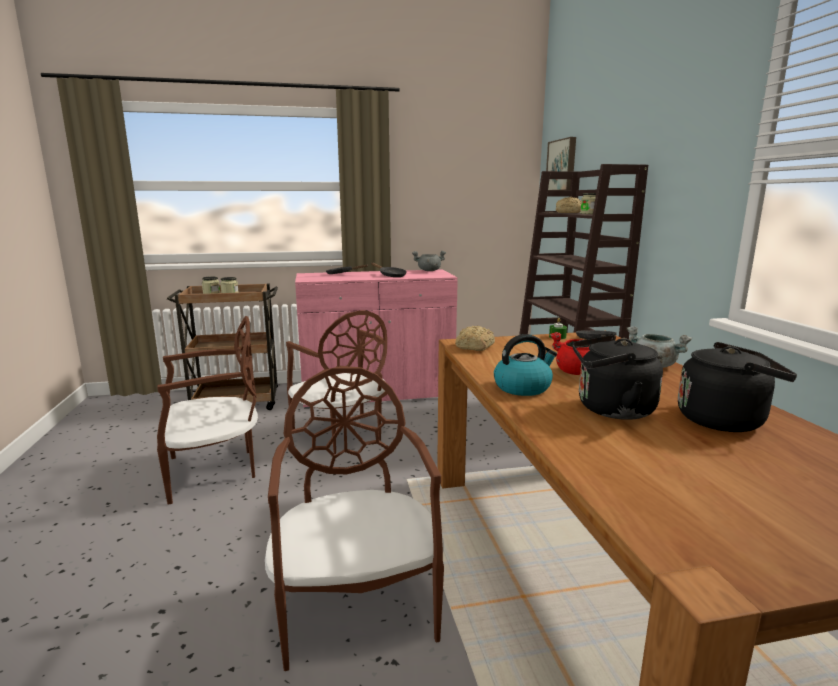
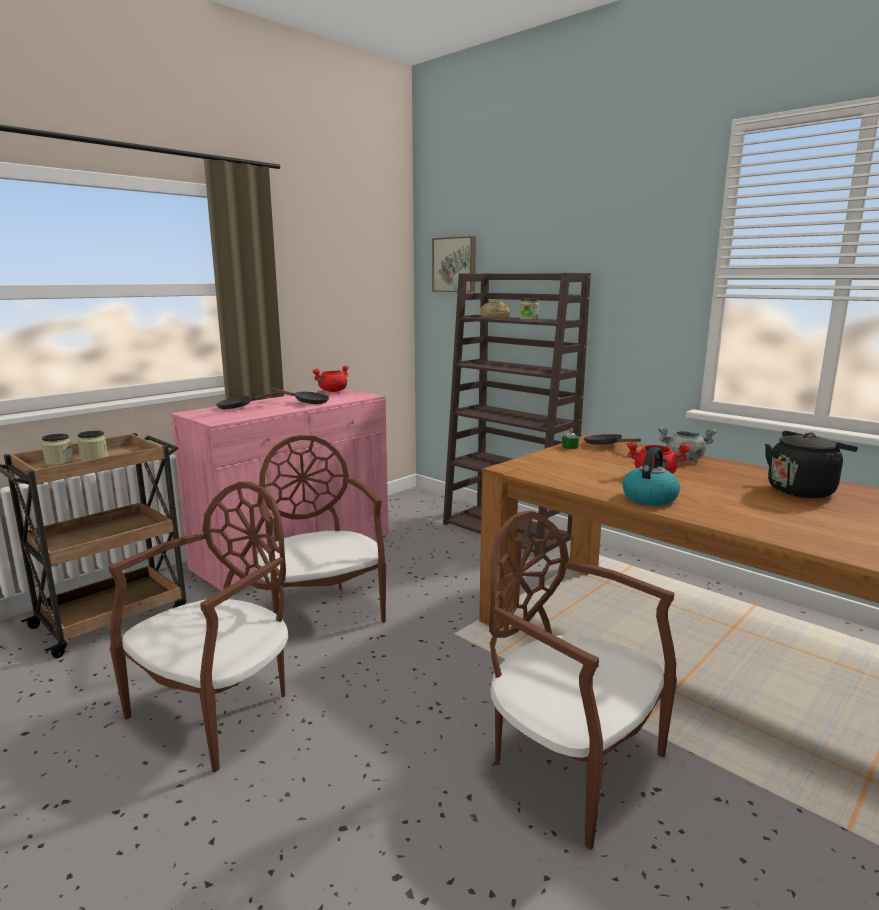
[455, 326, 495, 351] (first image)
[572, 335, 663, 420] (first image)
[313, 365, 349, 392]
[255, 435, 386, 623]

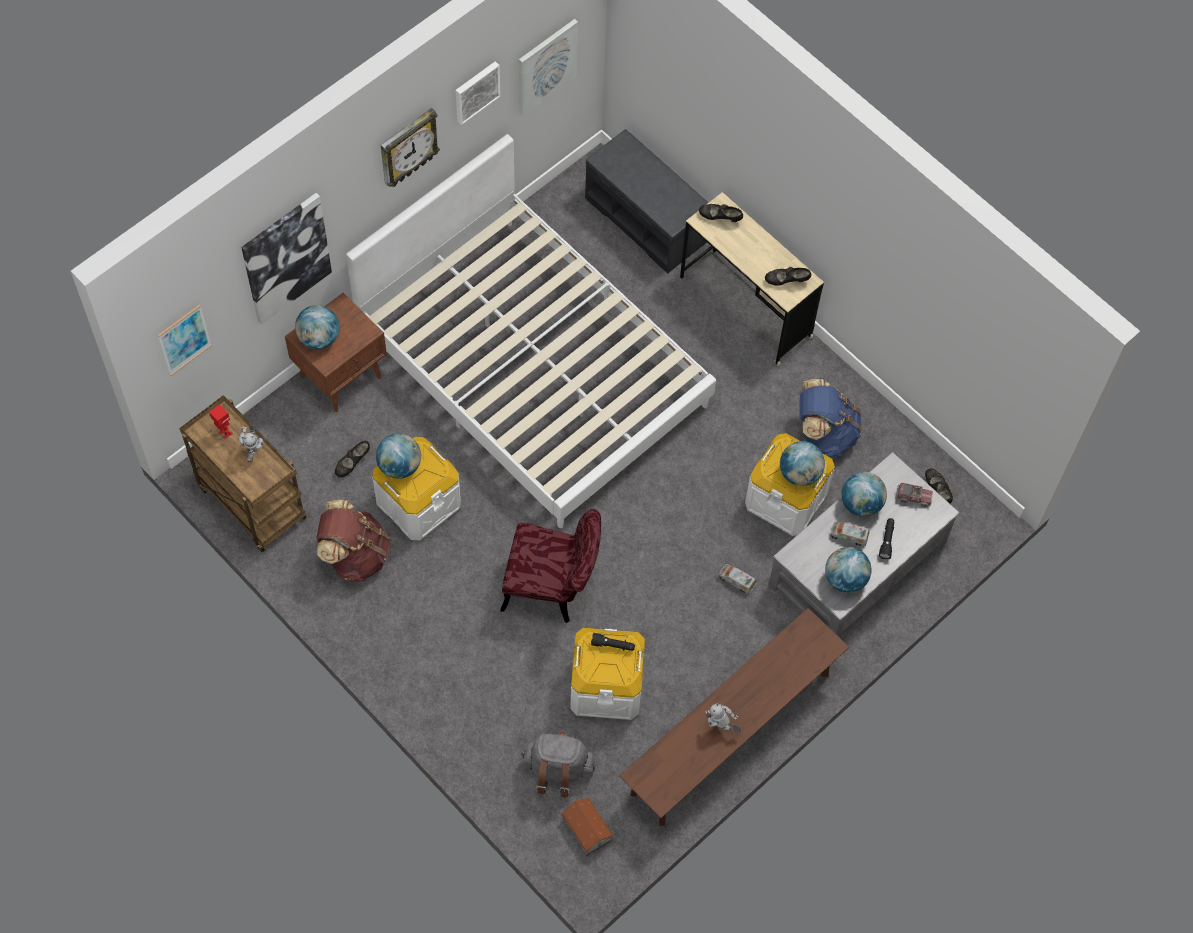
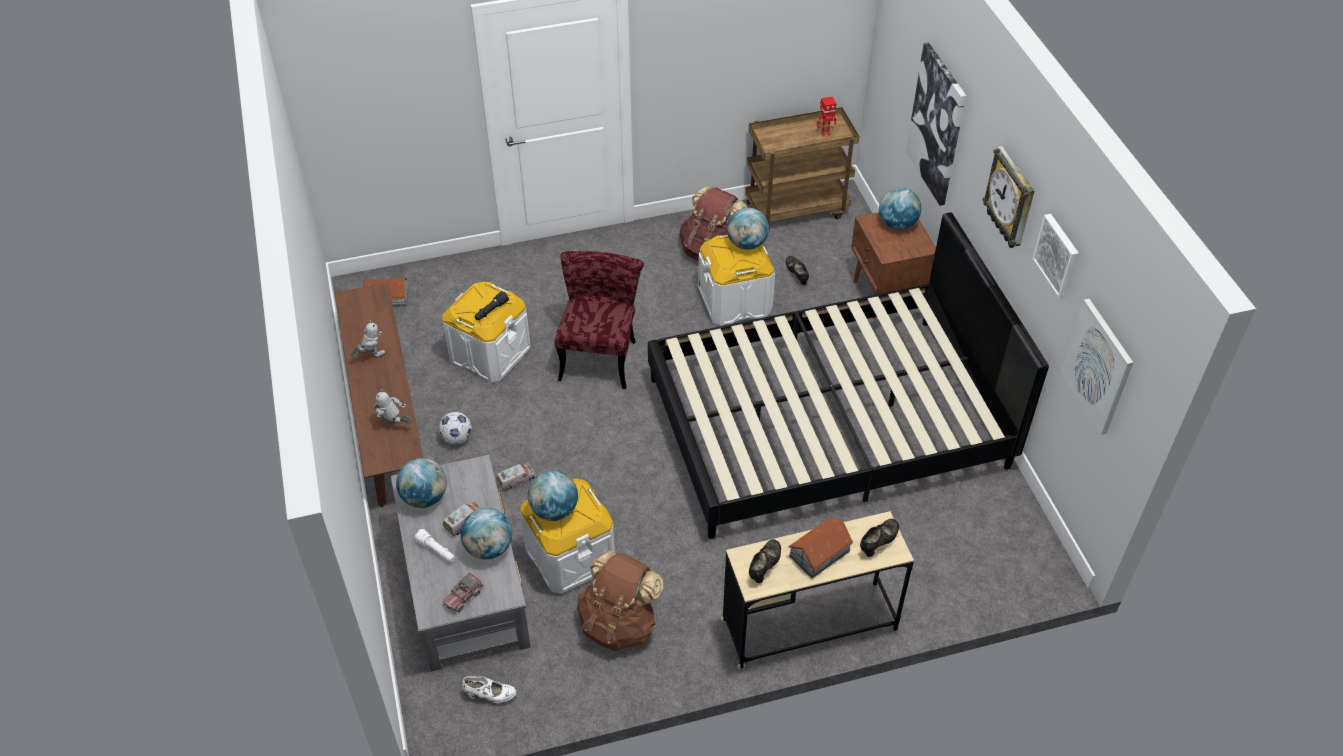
[158, 304, 212, 376] (first image)
[521, 730, 595, 798] (first image)
[585, 129, 709, 274] (first image)
[439, 412, 472, 445]
[788, 519, 854, 578]
[375, 389, 412, 423]
[648, 212, 1049, 539]
[577, 550, 663, 651]
[415, 529, 454, 562]
[462, 676, 516, 703]
[555, 251, 644, 389]

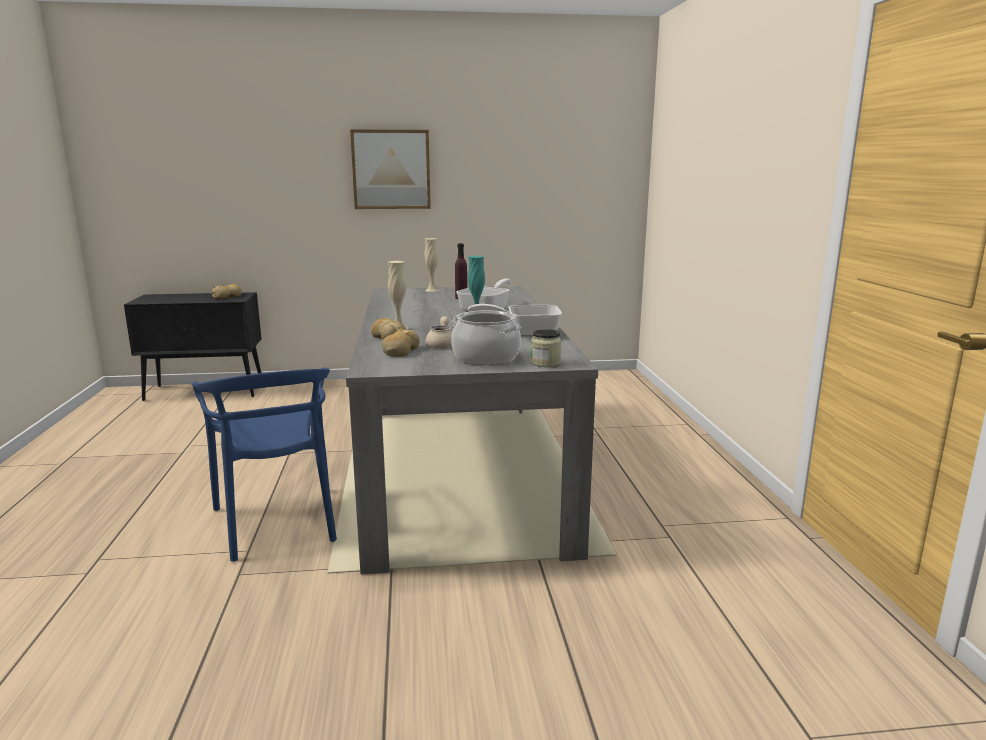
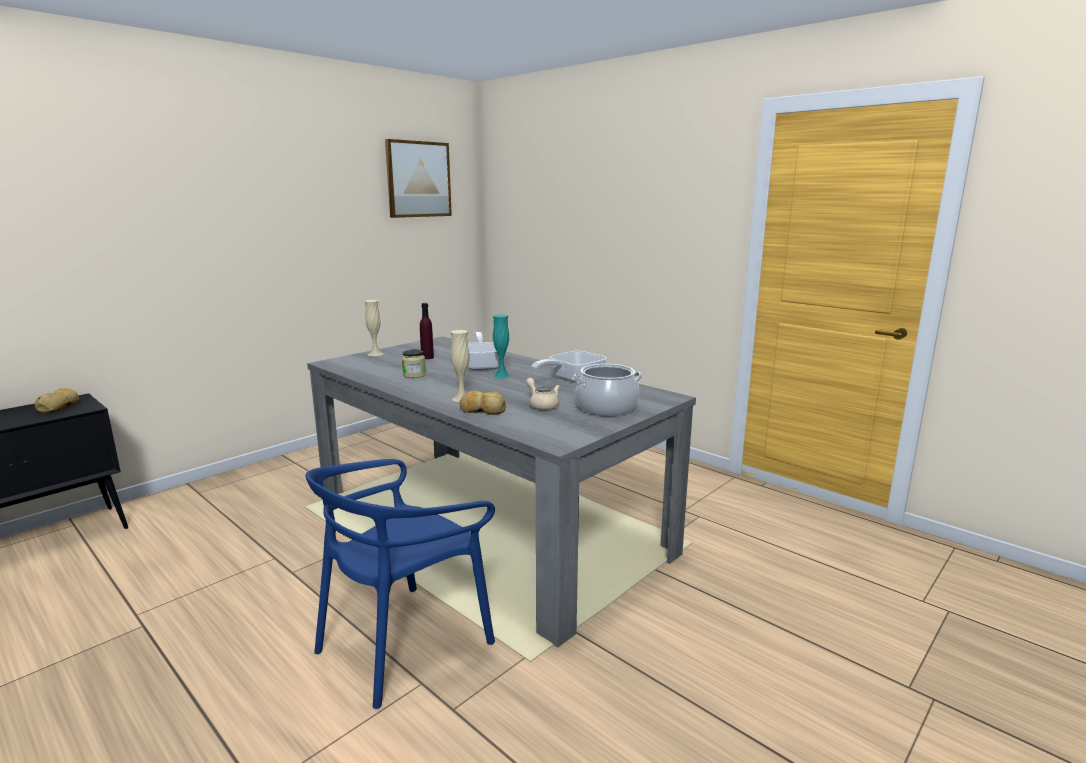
[382, 328, 420, 357] (first image)
[385, 139, 452, 218]
[402, 349, 426, 378]
[305, 459, 495, 709]

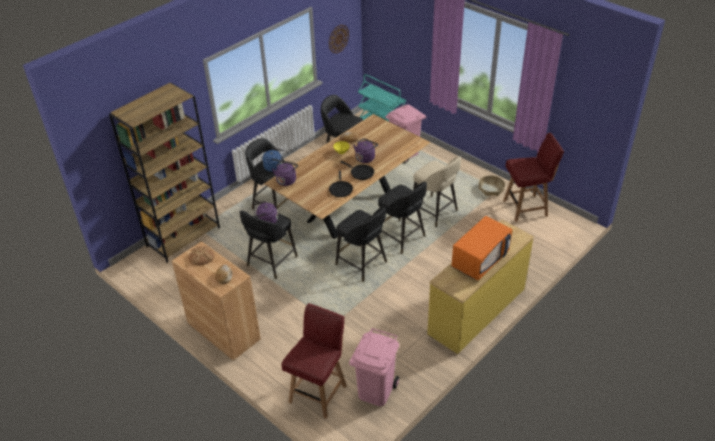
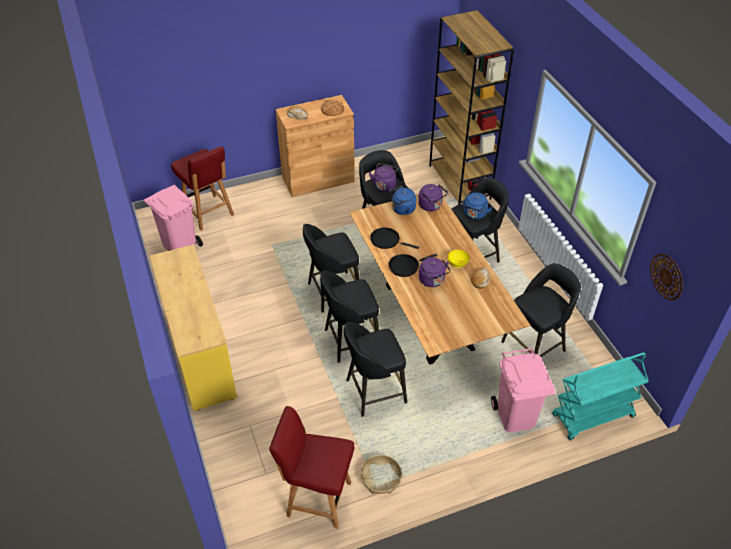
[451, 216, 512, 281] (first image)
[389, 186, 416, 215]
[344, 322, 407, 417]
[269, 406, 354, 529]

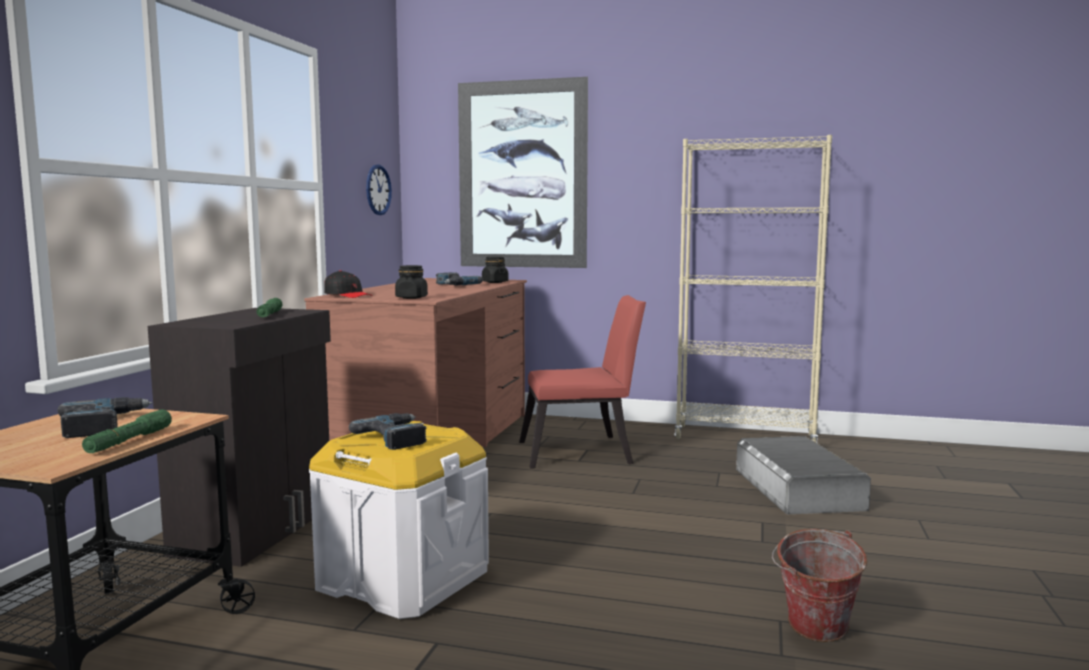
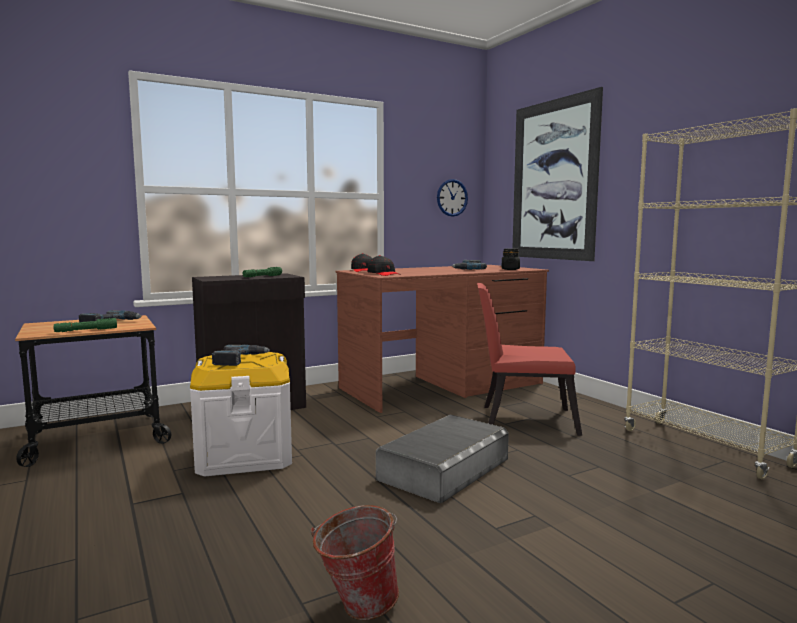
[376, 415, 509, 503]
[368, 255, 401, 276]
[477, 283, 582, 436]

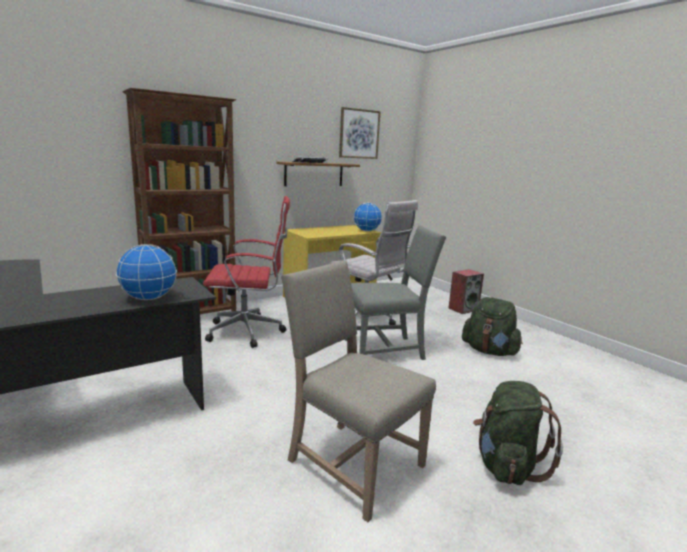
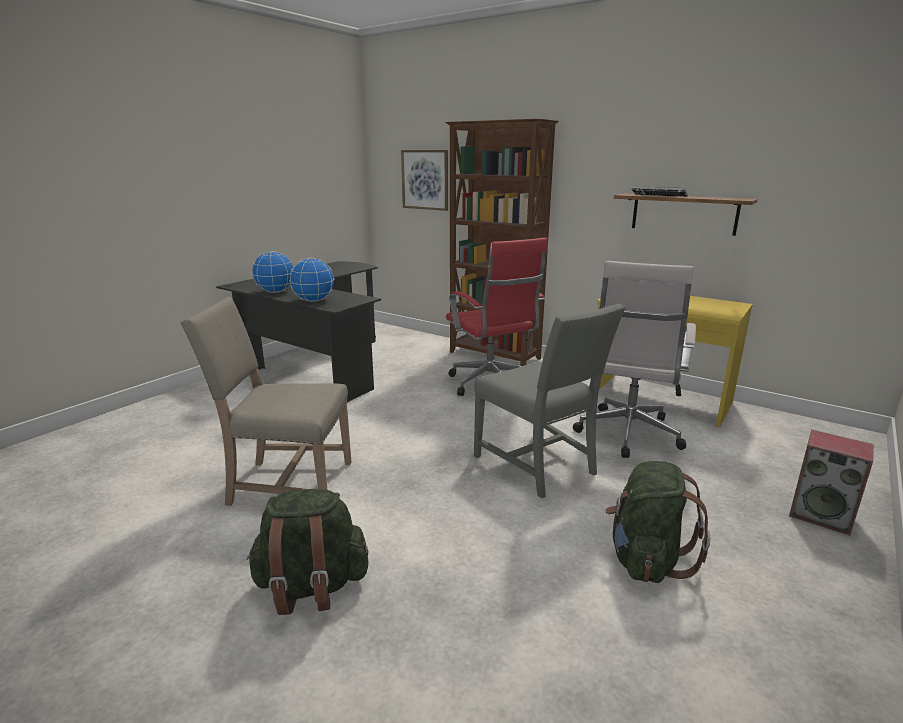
[401, 150, 448, 211]
[252, 251, 294, 293]
[181, 297, 352, 506]

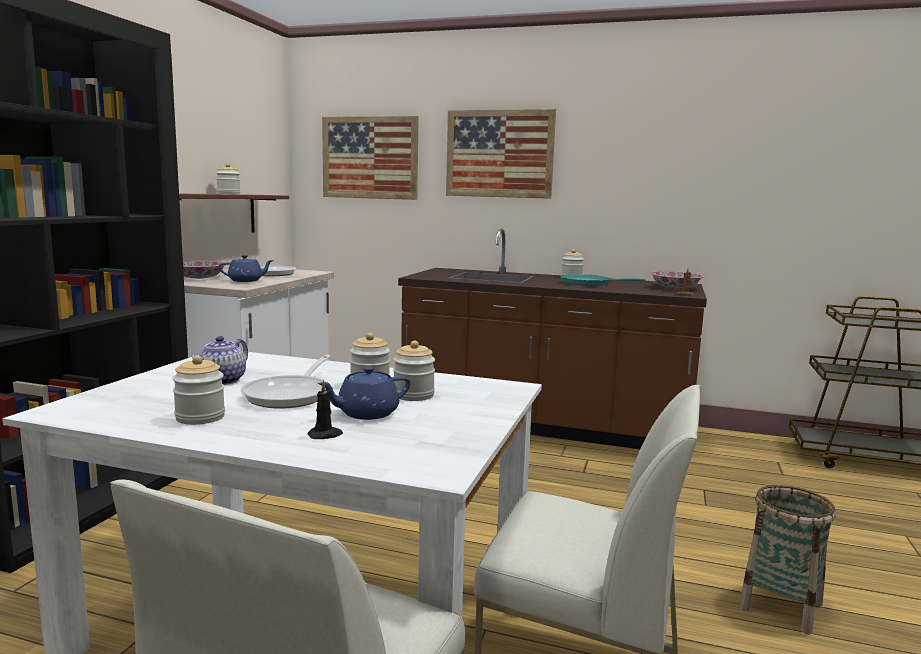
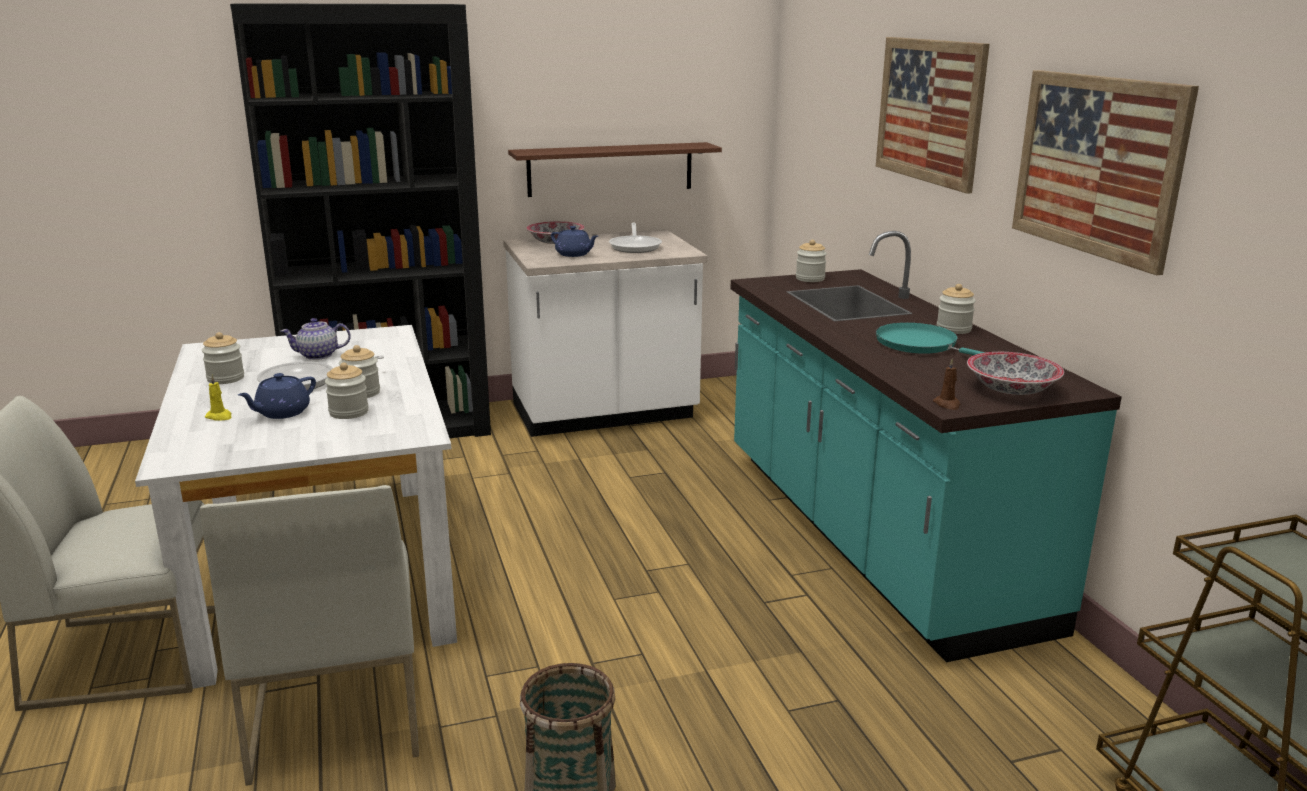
[796, 240, 827, 282]
[1012, 70, 1199, 275]
[205, 375, 231, 420]
[730, 231, 1122, 662]
[238, 373, 316, 419]

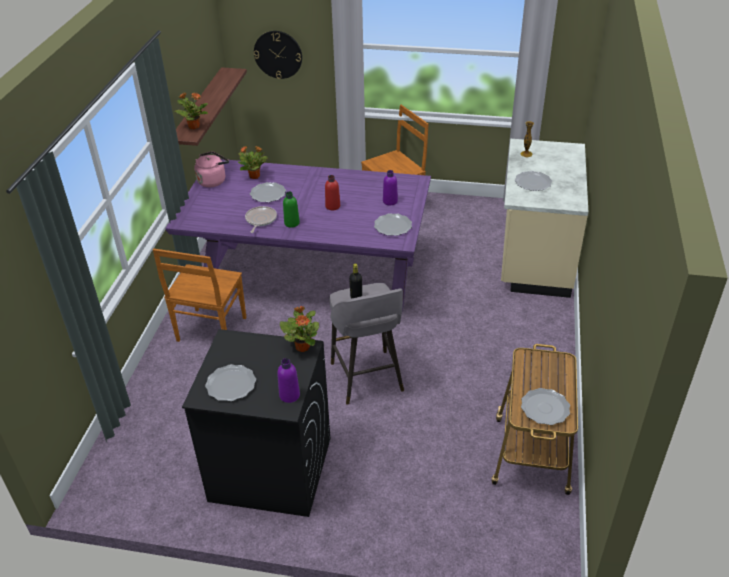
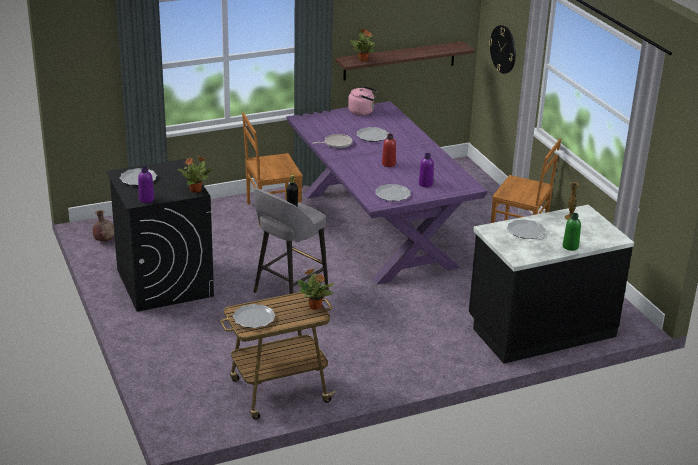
[93, 210, 114, 242]
[298, 268, 334, 310]
[563, 213, 581, 251]
[469, 205, 634, 364]

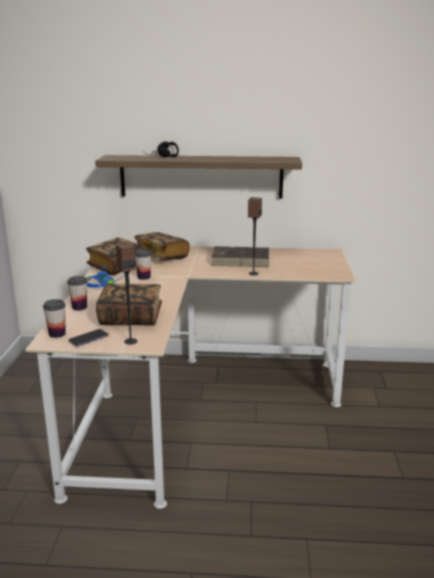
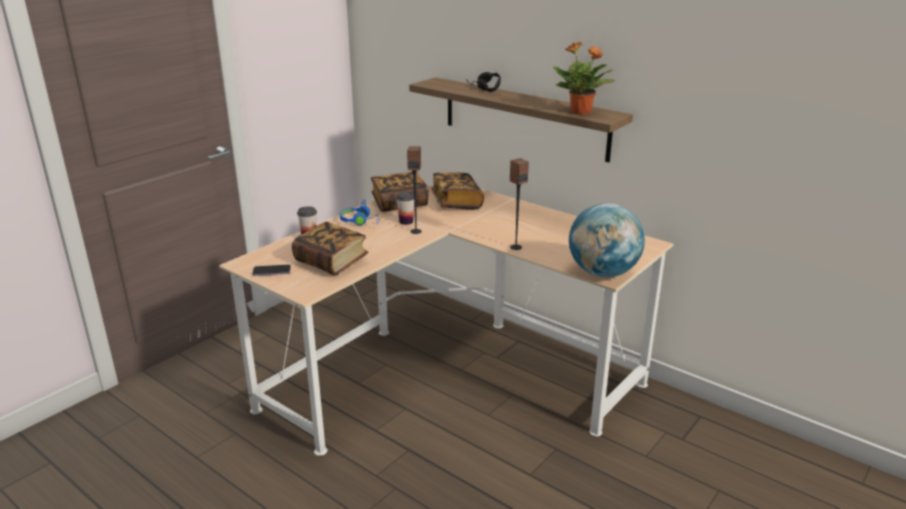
[43, 299, 66, 338] (first image)
[211, 246, 269, 267] (first image)
[553, 42, 615, 115]
[569, 203, 645, 277]
[407, 146, 422, 234]

